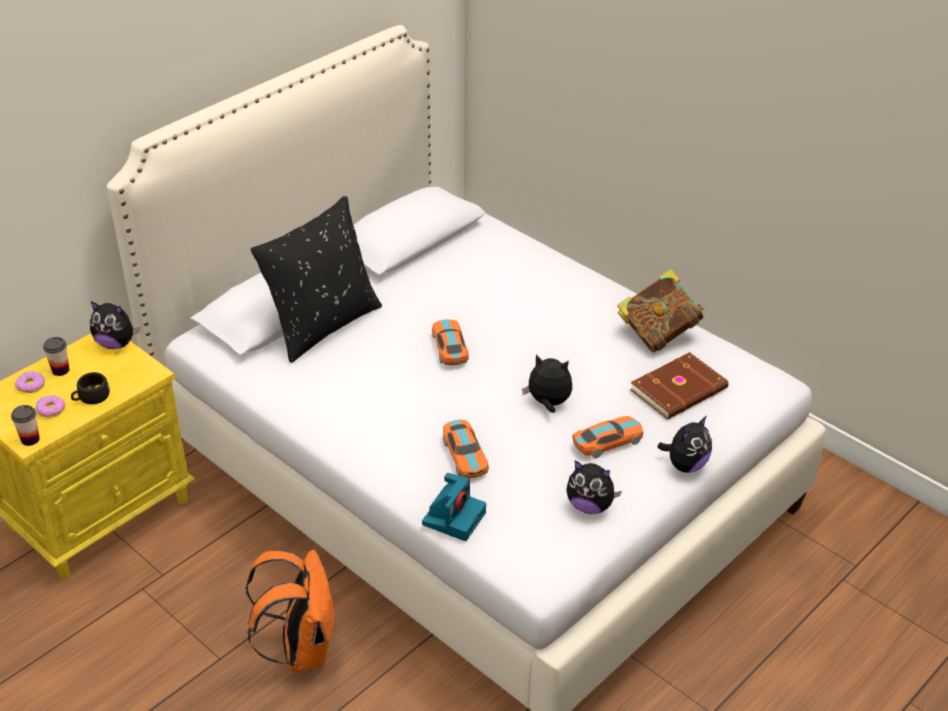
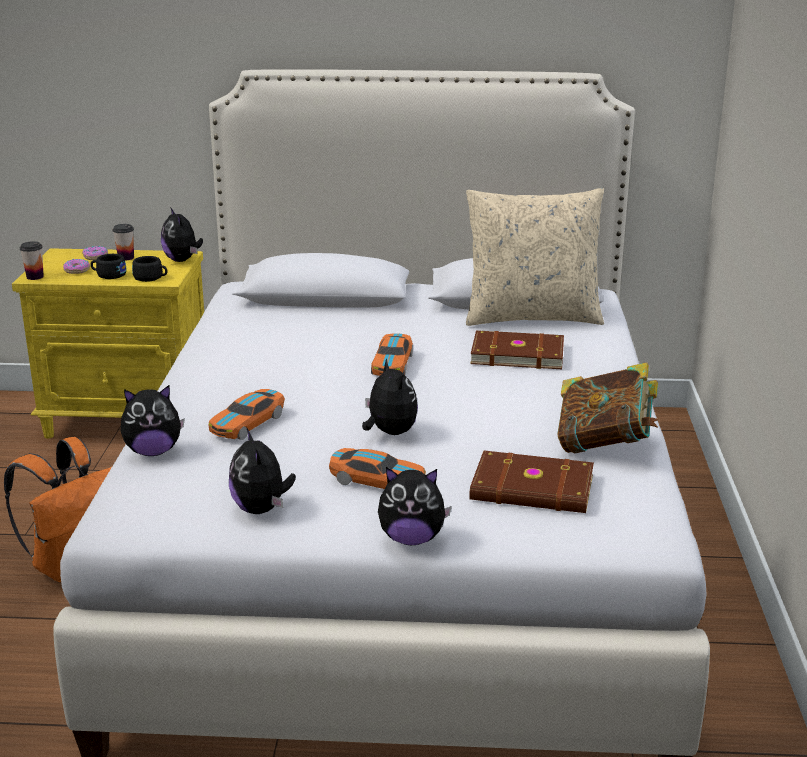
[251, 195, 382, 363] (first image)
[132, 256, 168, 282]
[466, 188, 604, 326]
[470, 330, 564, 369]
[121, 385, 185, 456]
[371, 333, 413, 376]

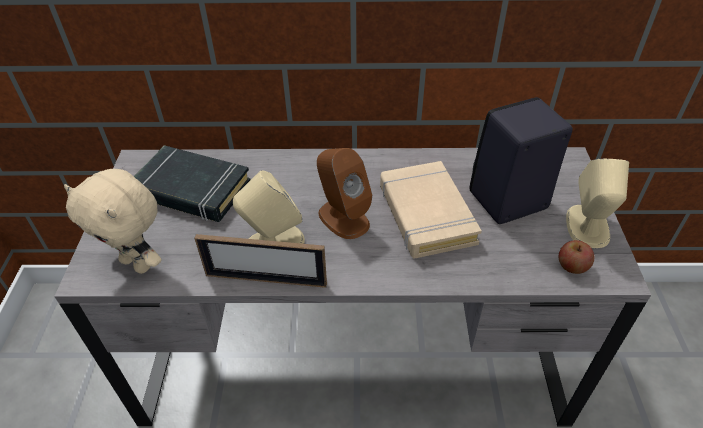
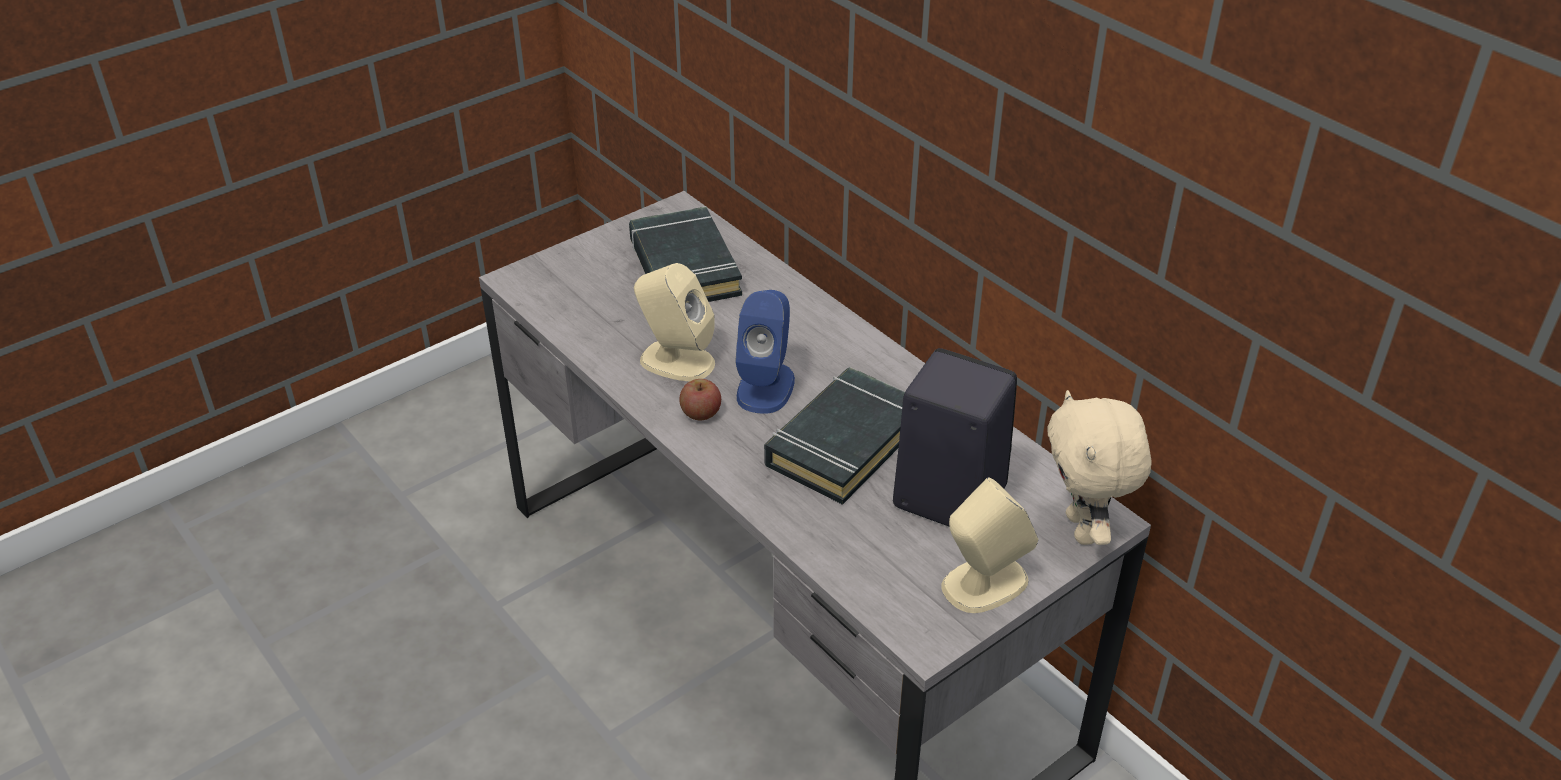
[194, 234, 327, 288] (first image)
[1047, 390, 1152, 545]
[679, 379, 721, 420]
[735, 290, 795, 414]
[764, 367, 905, 505]

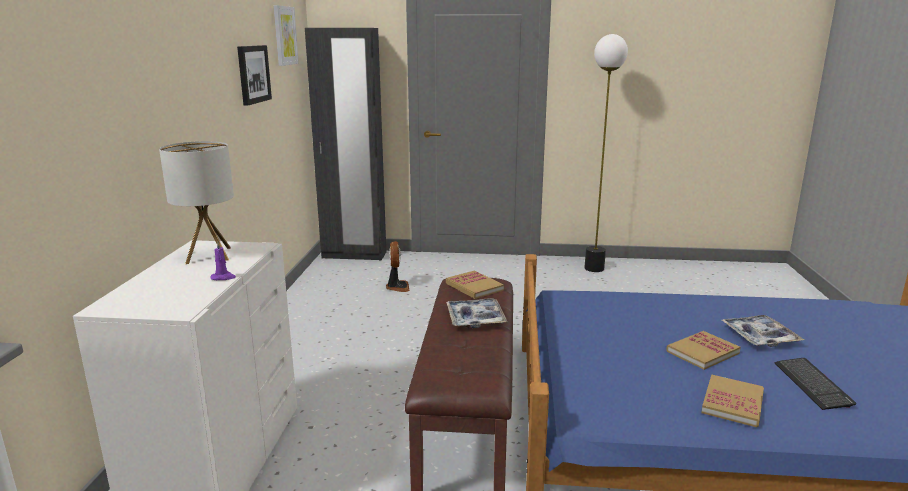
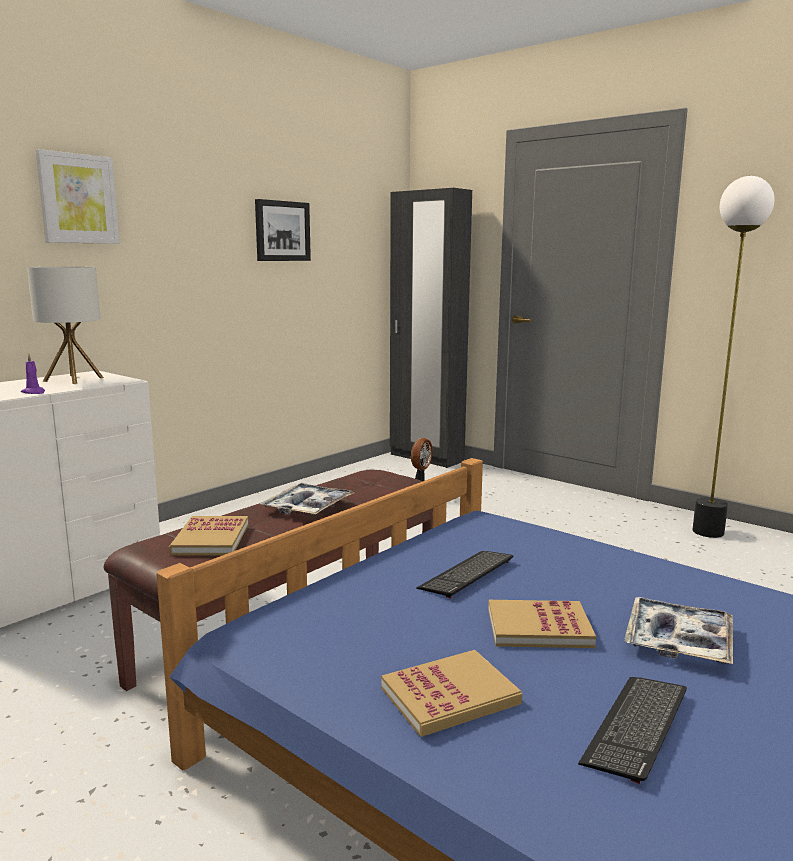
[416, 551, 513, 599]
[36, 149, 119, 244]
[169, 516, 248, 555]

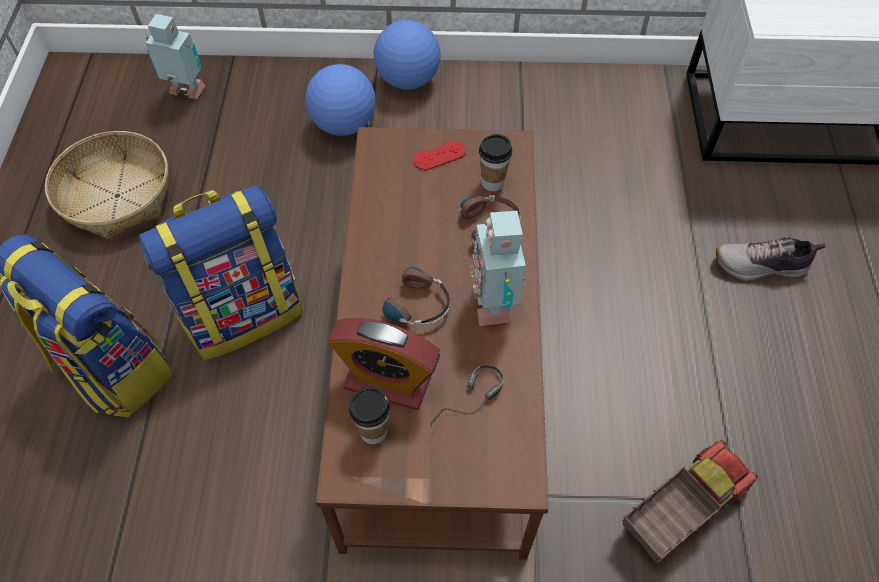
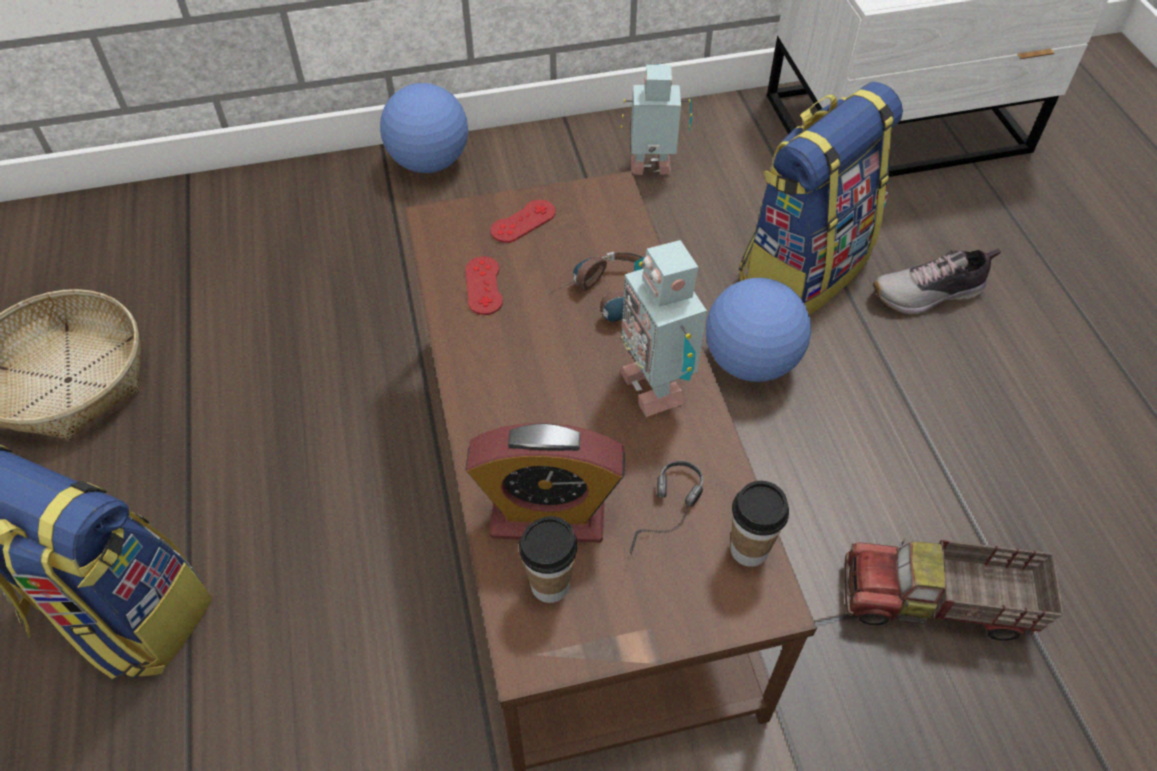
[377, 264, 450, 327] (first image)
[465, 256, 503, 315]
[739, 82, 903, 315]
[621, 65, 693, 175]
[706, 278, 811, 382]
[731, 481, 789, 567]
[844, 539, 1063, 641]

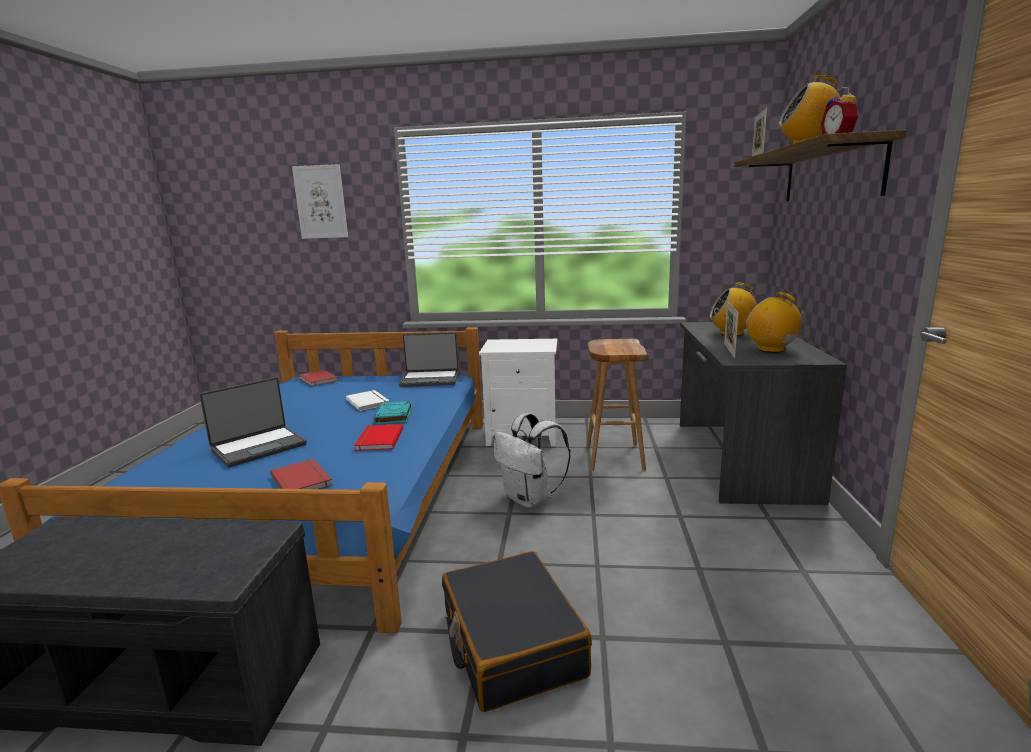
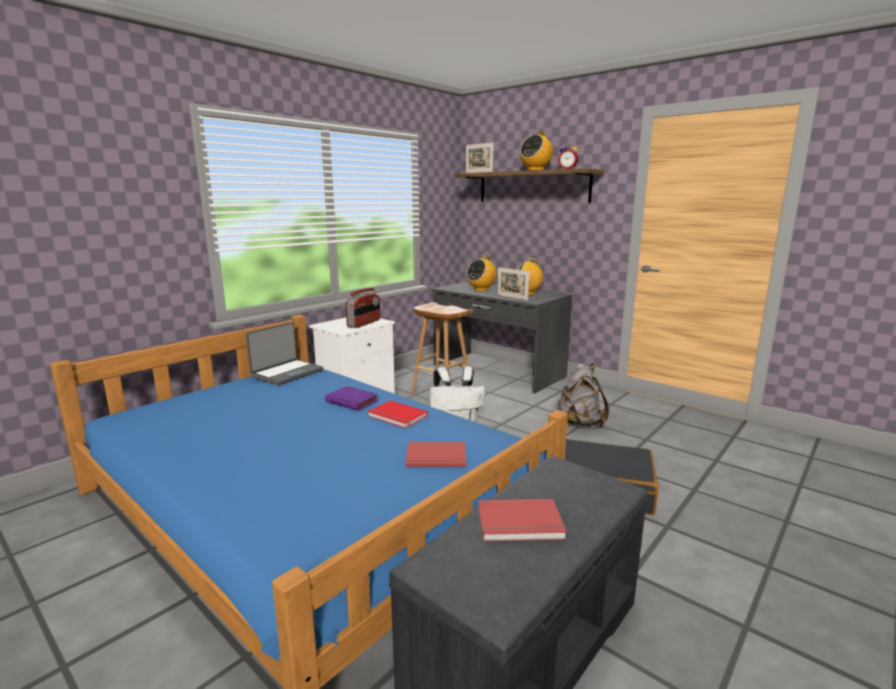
[199, 377, 307, 467] (first image)
[292, 164, 348, 239] (first image)
[346, 390, 389, 411] (first image)
[346, 288, 380, 328]
[557, 363, 609, 427]
[478, 499, 567, 542]
[325, 386, 378, 411]

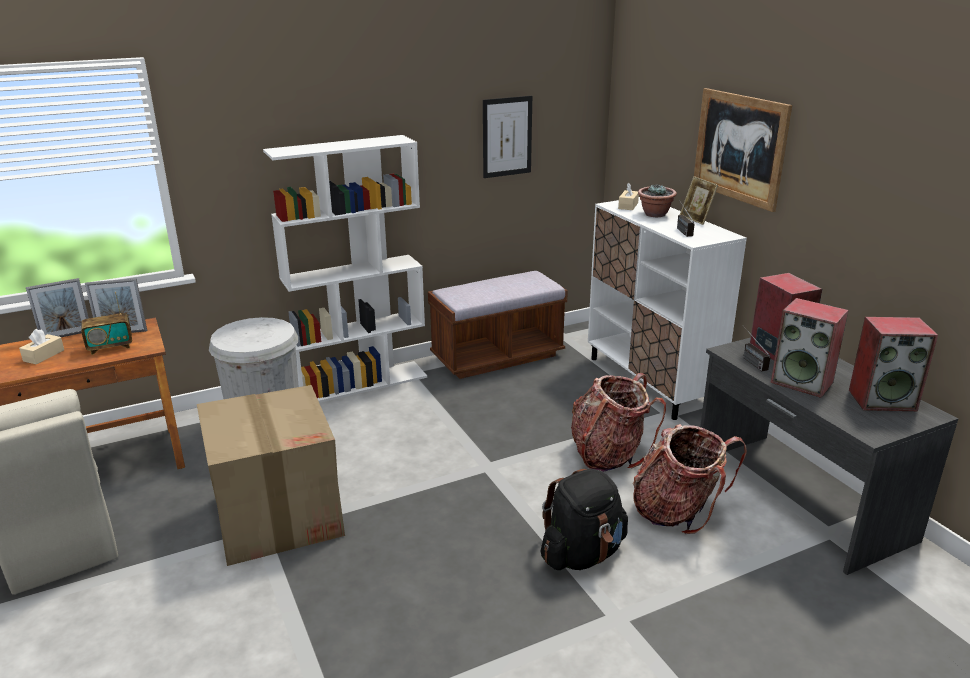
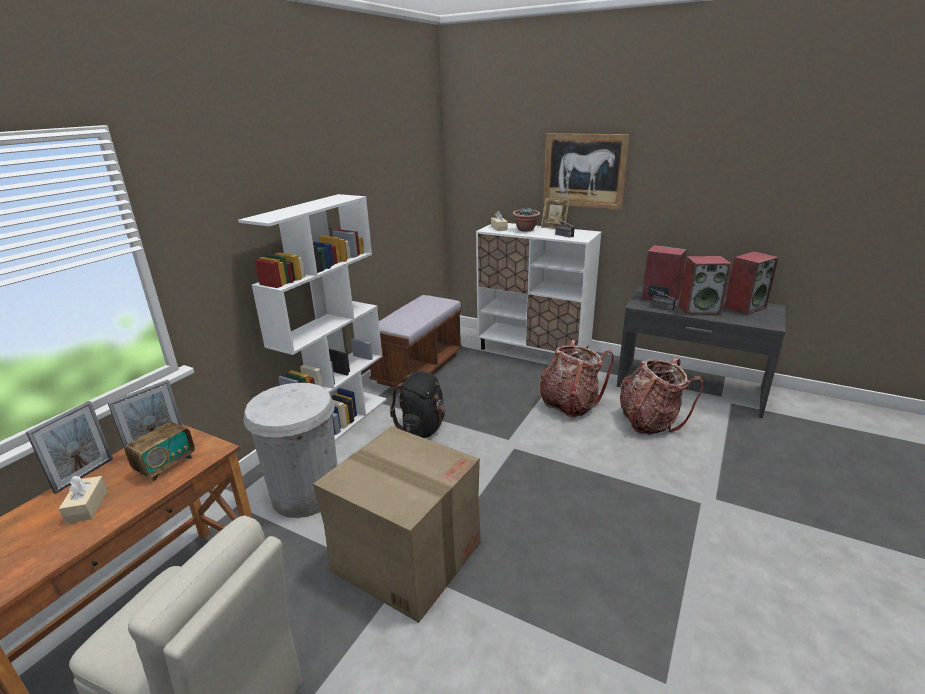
[483, 96, 532, 178] (first image)
[390, 371, 446, 438]

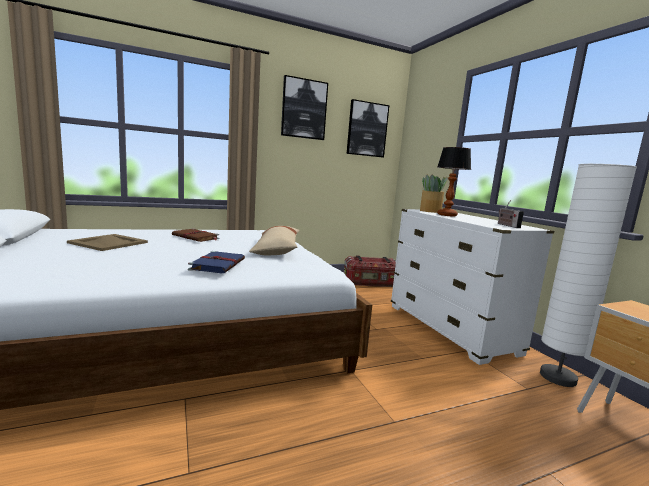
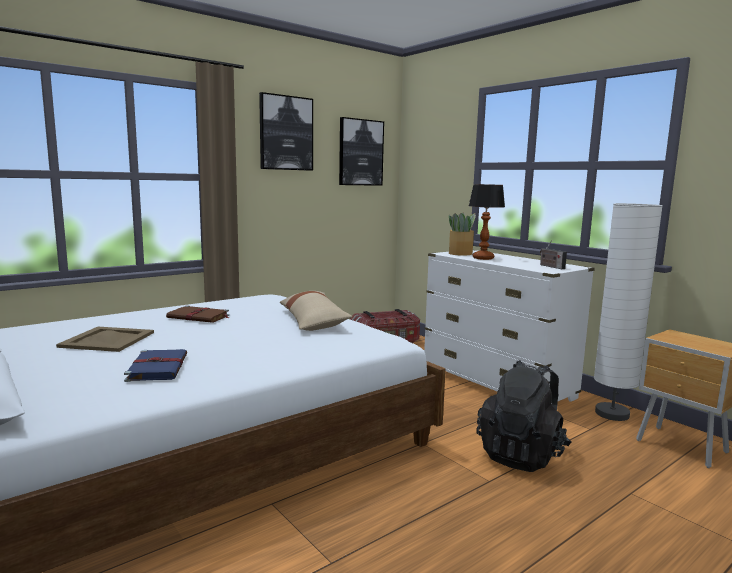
[476, 360, 571, 472]
[124, 349, 187, 382]

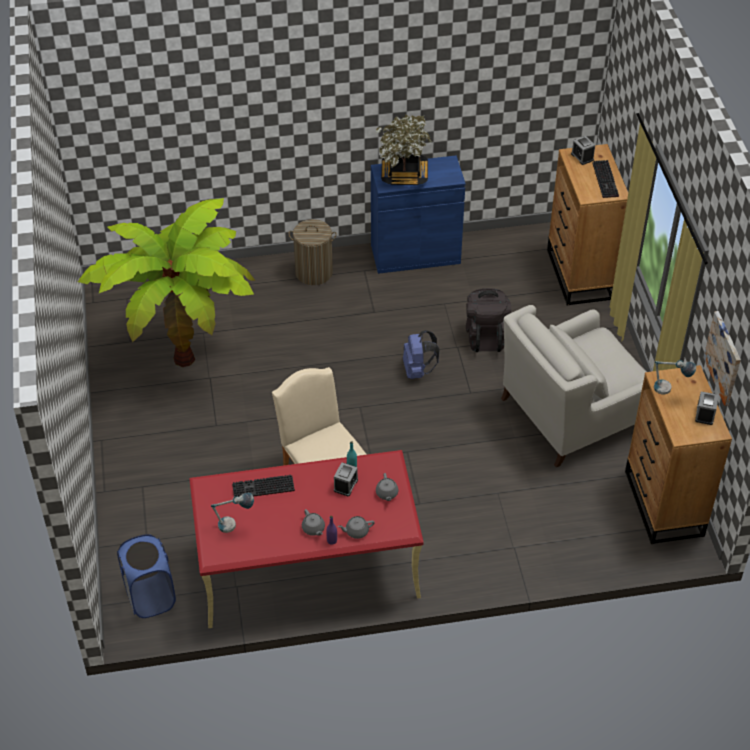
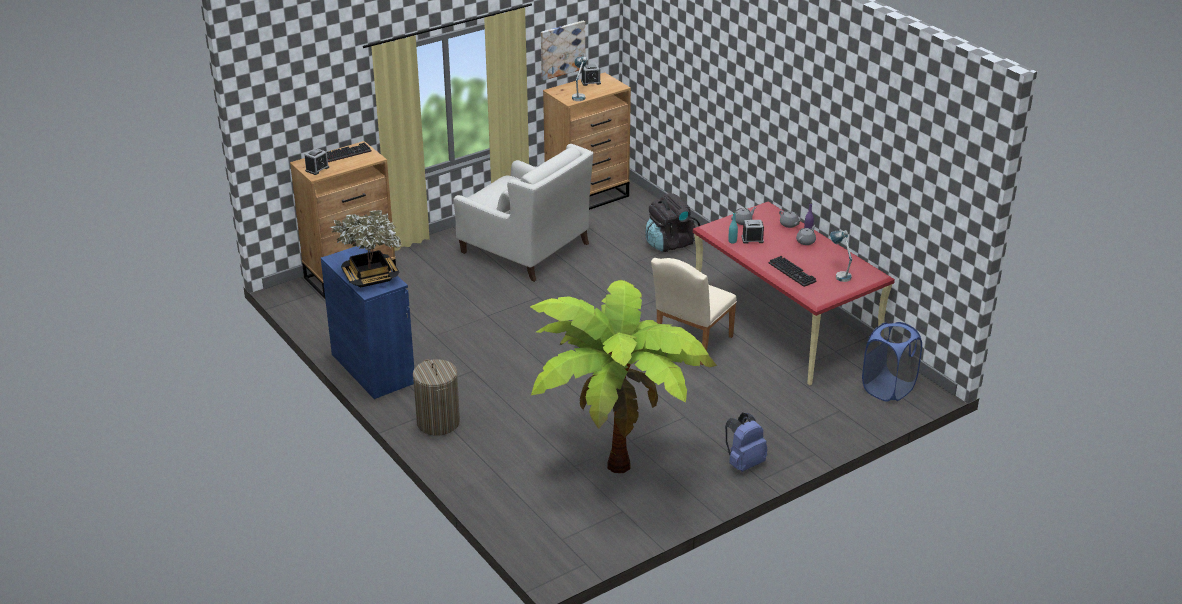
[725, 413, 767, 472]
[645, 193, 700, 252]

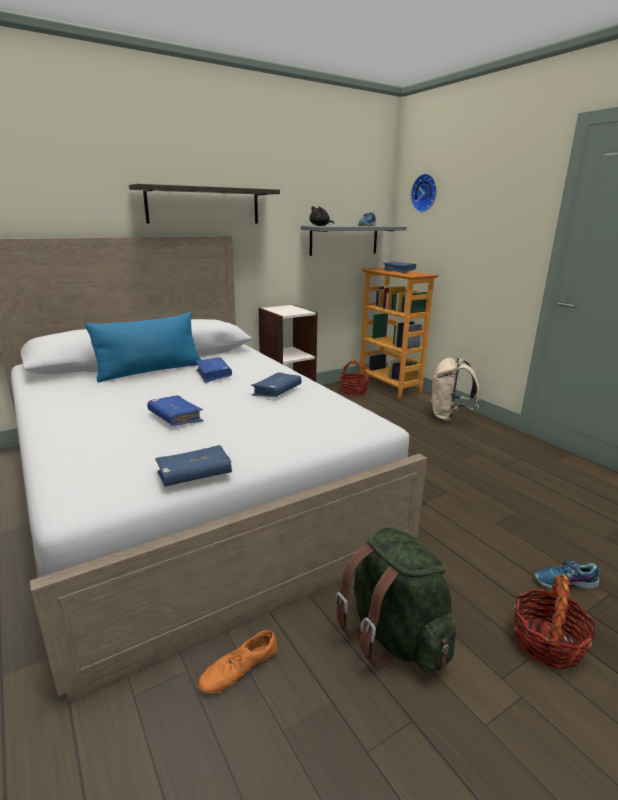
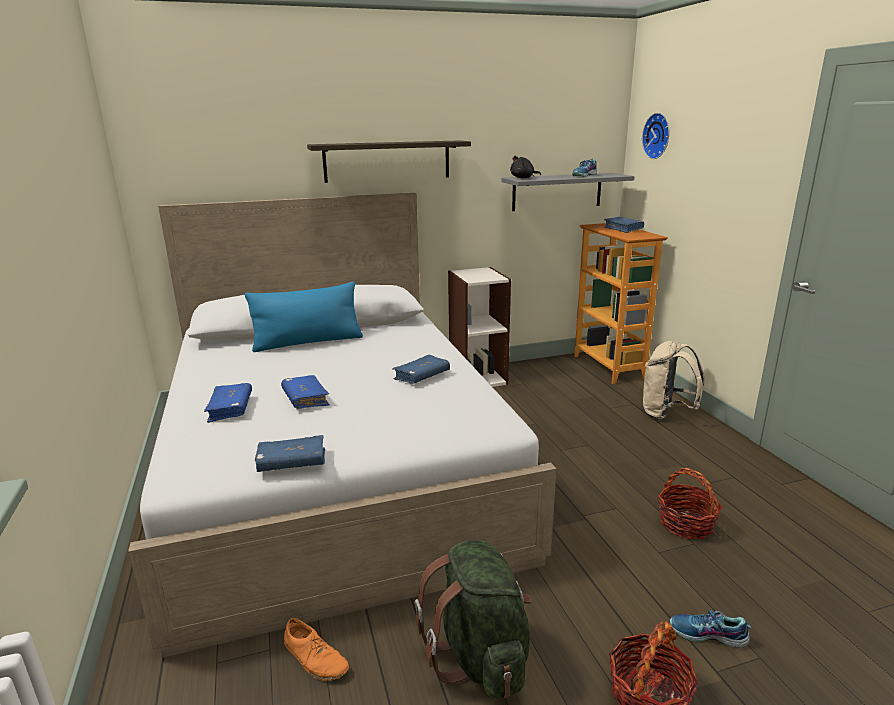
[204, 383, 252, 423]
[658, 468, 722, 539]
[284, 618, 350, 681]

